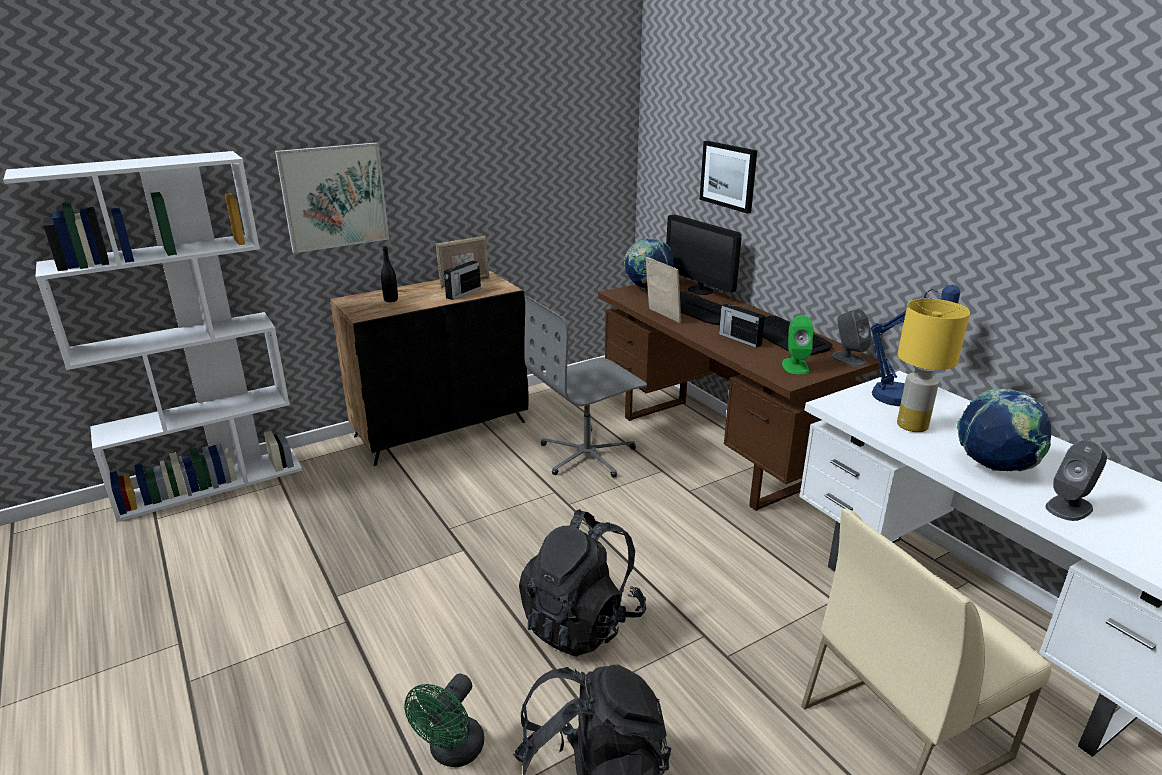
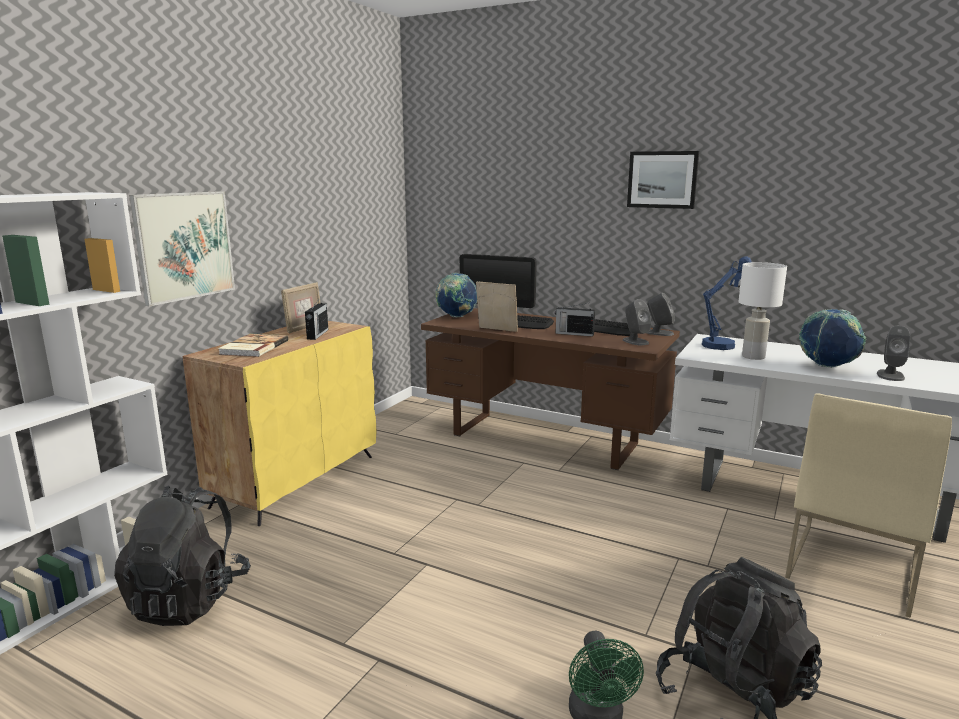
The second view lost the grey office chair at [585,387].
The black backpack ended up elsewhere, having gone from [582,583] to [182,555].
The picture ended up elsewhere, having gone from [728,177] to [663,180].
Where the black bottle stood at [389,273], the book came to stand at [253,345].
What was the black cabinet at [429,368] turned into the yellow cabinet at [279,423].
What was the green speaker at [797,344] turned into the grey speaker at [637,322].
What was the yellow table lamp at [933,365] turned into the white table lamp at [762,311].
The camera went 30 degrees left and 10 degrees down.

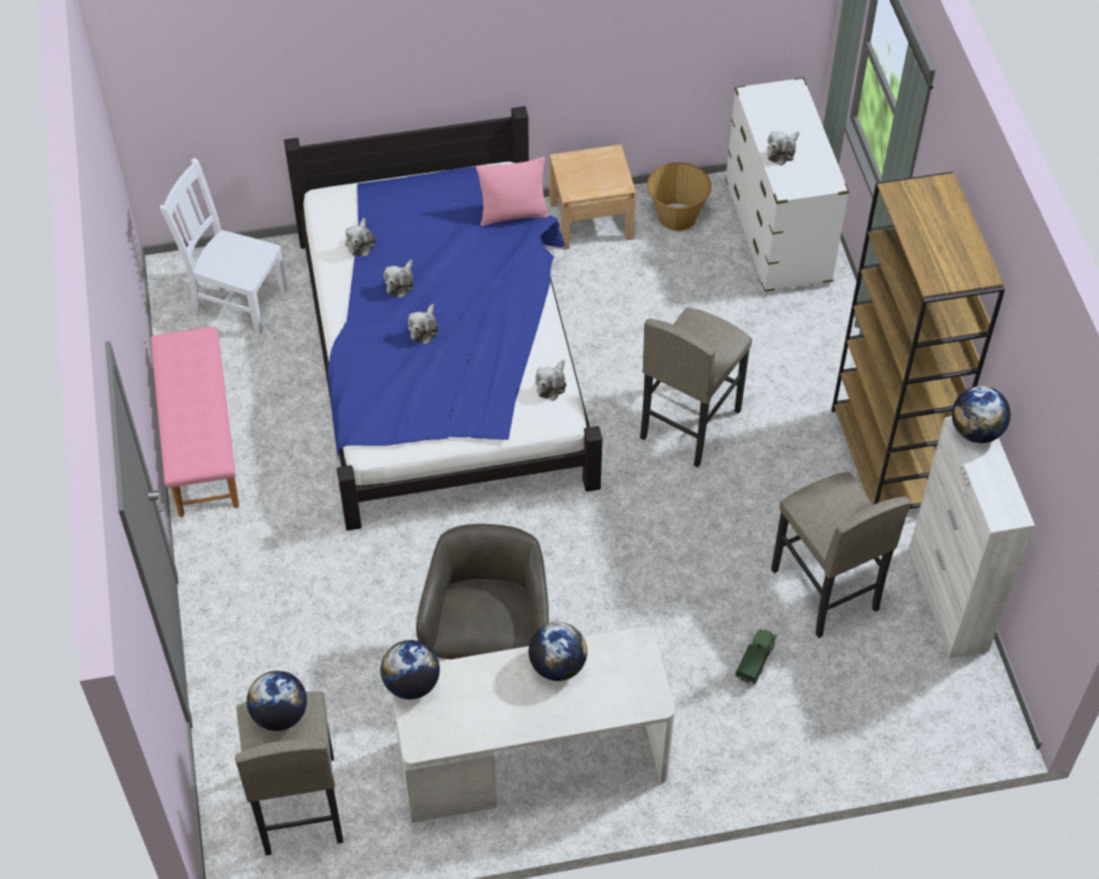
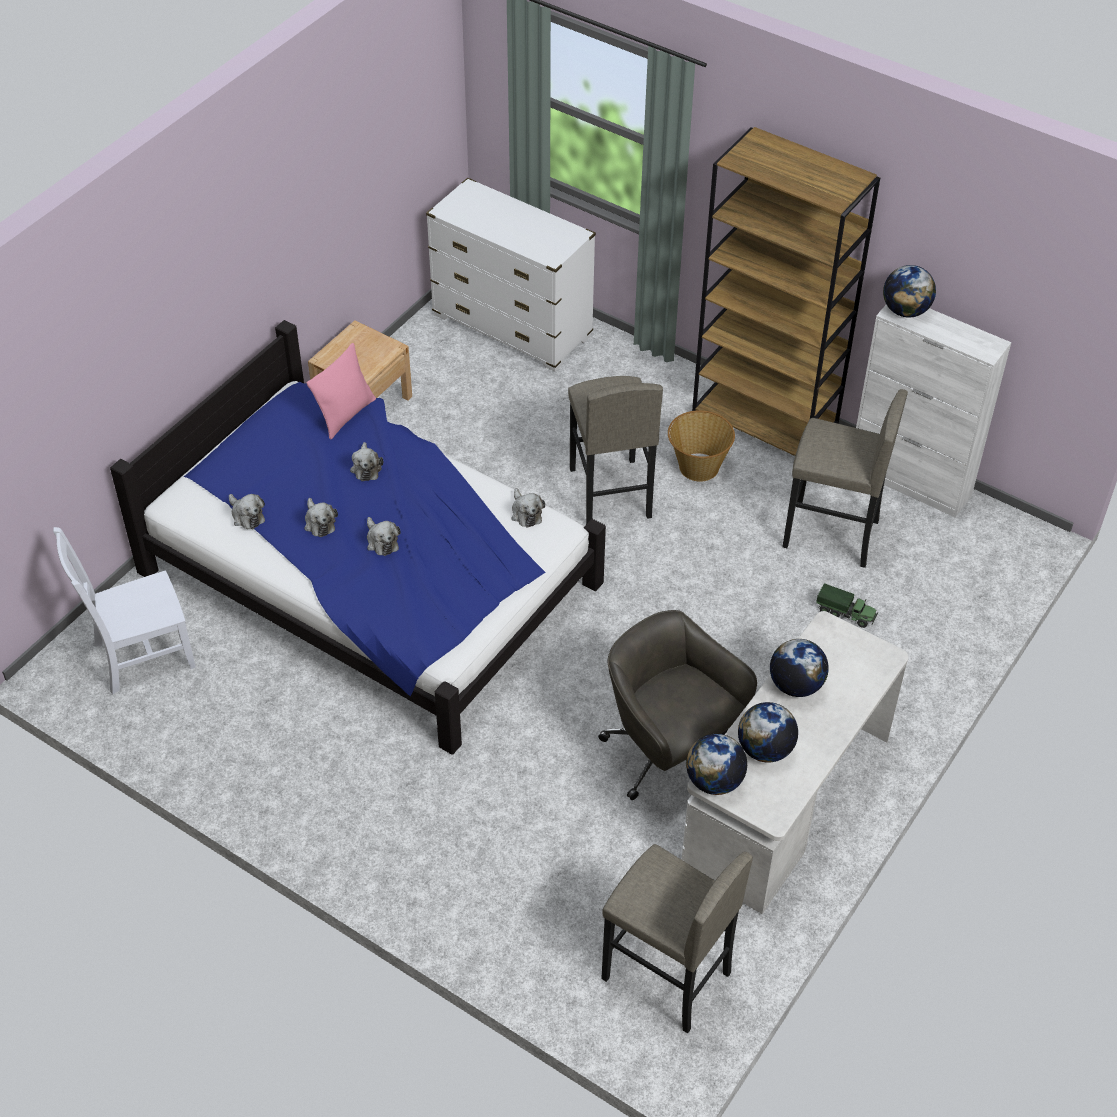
The second view lost the pink bench at [195,422].
The globe ended up elsewhere, having gone from [277,701] to [768,732].
The basket ended up elsewhere, having gone from [679,196] to [701,445].
The plush toy ended up elsewhere, having gone from [783,148] to [366,461].
The toy truck at [756,656] ended up facing another way, 135 degrees clockwise from before.
The camera went 45 degrees left and 5 degrees down.

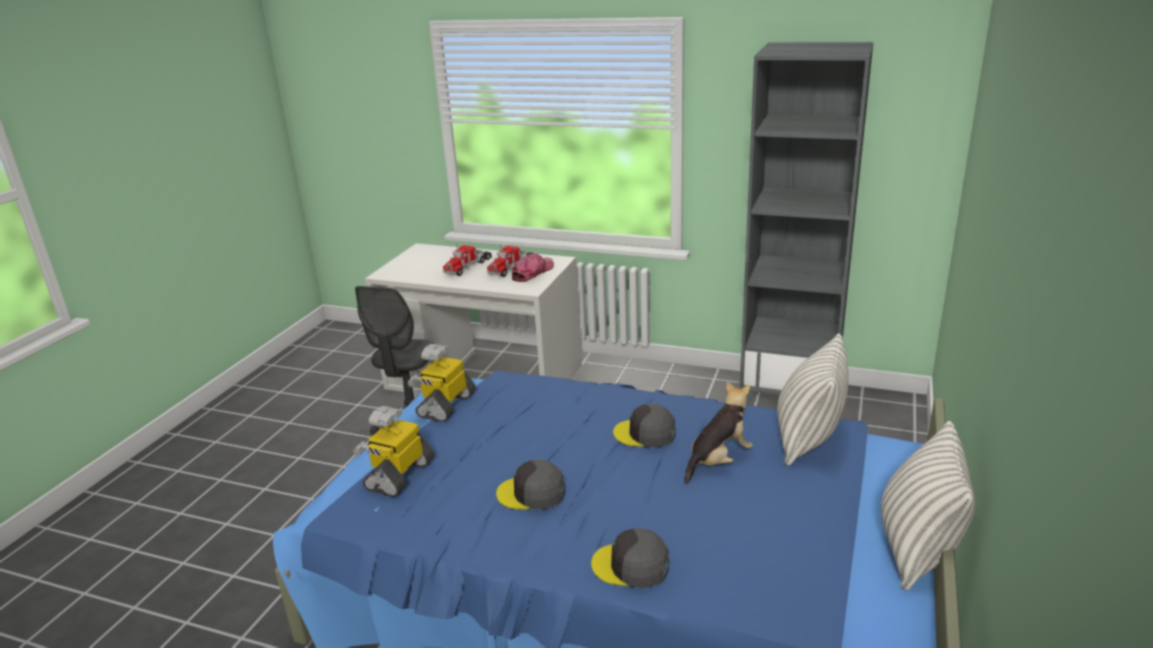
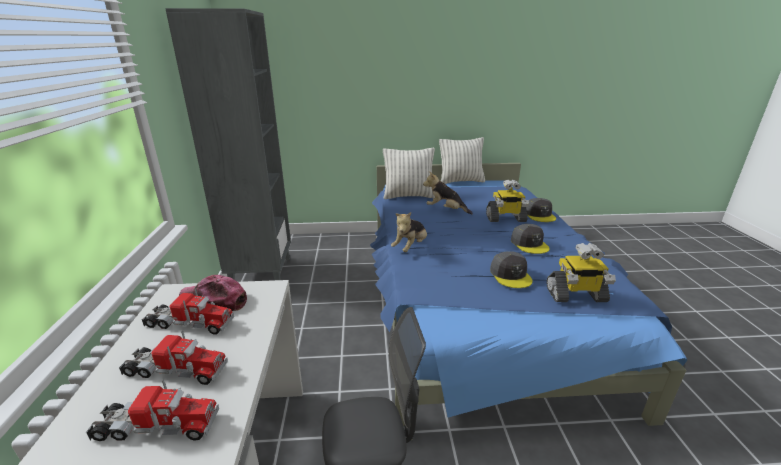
The second view gained the toy truck at [152,410].
The second view gained the plush toy at [409,232].
The toy robot ended up elsewhere, having gone from [442,383] to [507,200].
The grey cap ended up elsewhere, having gone from [644,425] to [511,269].
The camera went 115 degrees left and 0 degrees up.

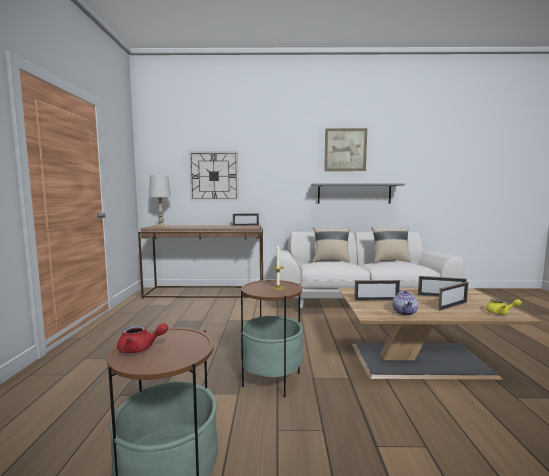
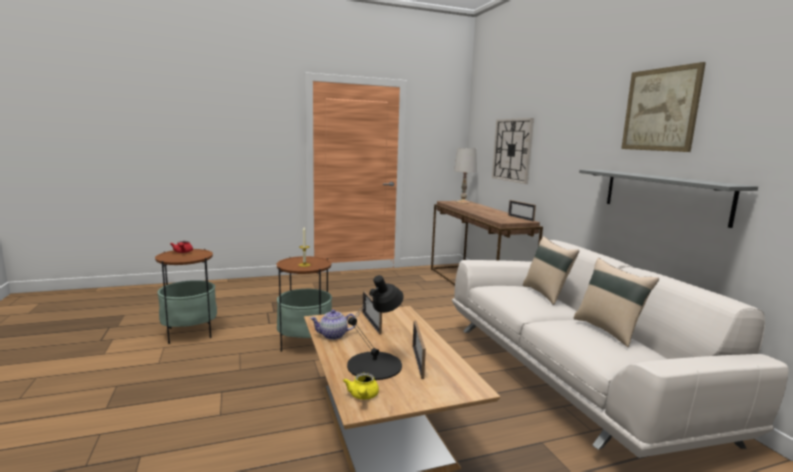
Where the picture frame stood at [453,296], the black table lamp came to stand at [375,327].
The camera went 70 degrees right and 5 degrees up.

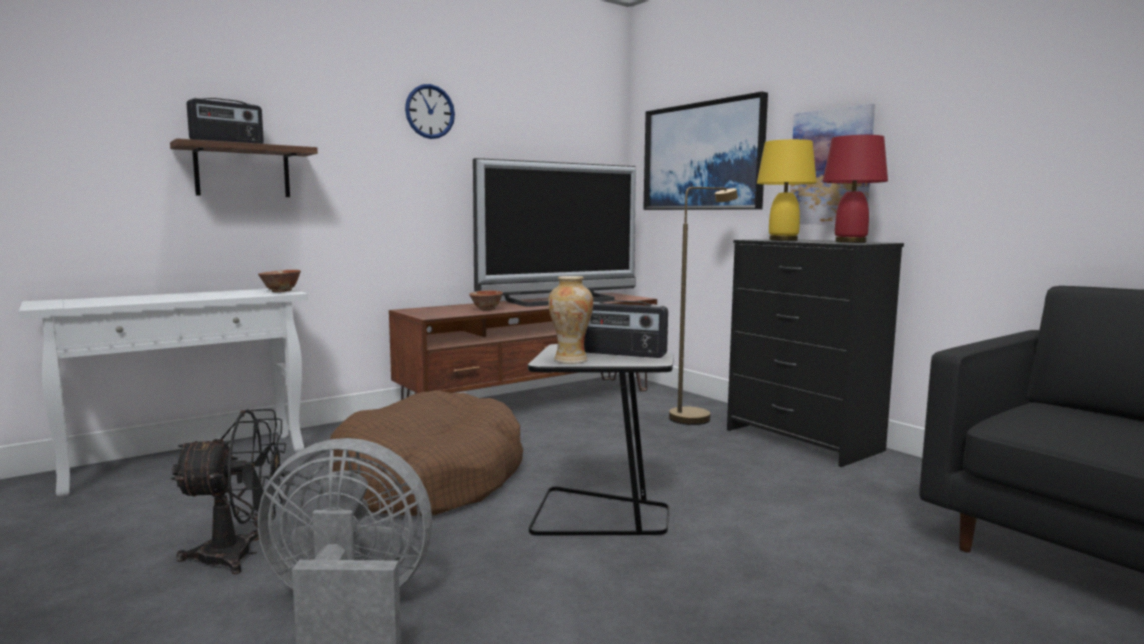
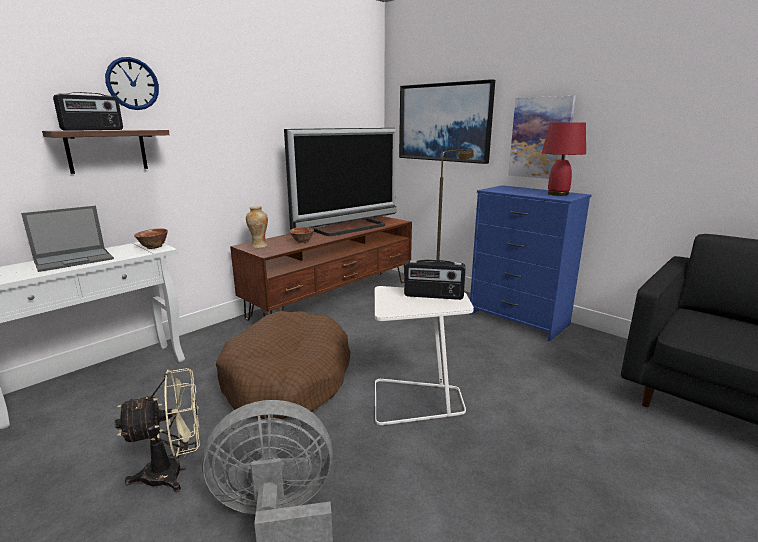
The second view lost the yellow table lamp at [787,190].
The second view gained the laptop at [67,239].
The wall clock ended up elsewhere, having gone from [430,111] to [132,83].
The vase ended up elsewhere, having gone from [570,320] to [257,227].
What was the black fan at [228,491] turned into the beige fan at [157,430].
What was the black side table at [601,440] turned into the white side table at [424,355].
What was the black dresser at [815,353] turned into the blue dresser at [530,263].
The camera went 10 degrees left and 10 degrees up.

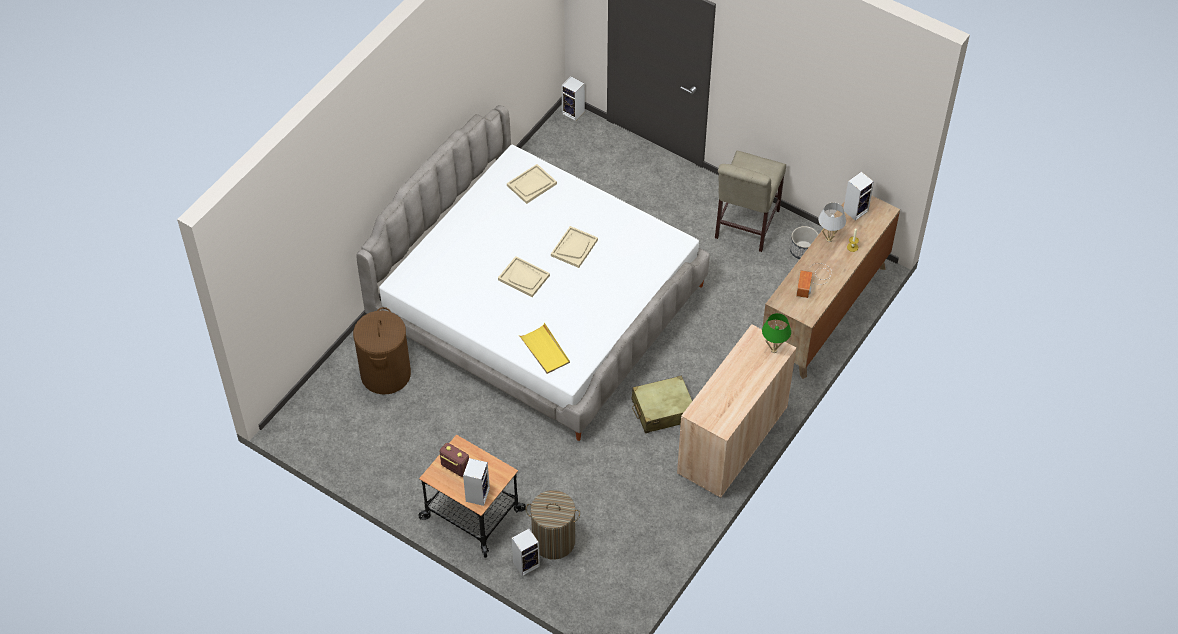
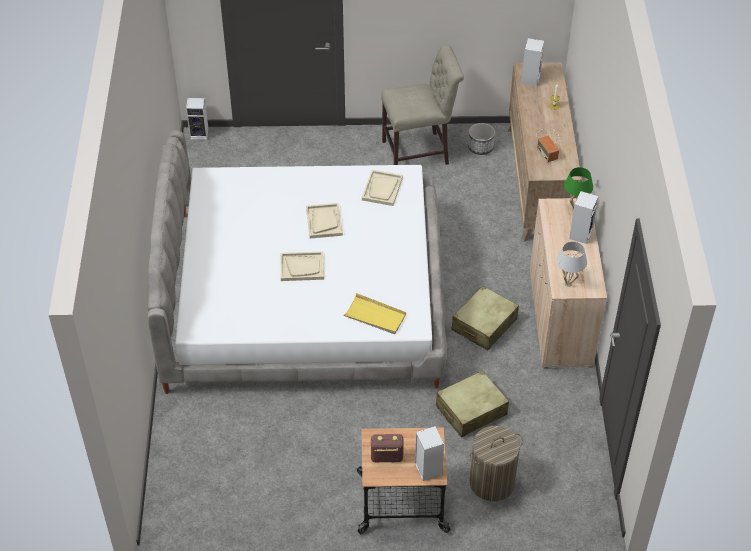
The second view lost the brown laundry basket at [382,350].
The second view gained the beige suitcase at [472,404].
The beige tray ended up elsewhere, having gone from [532,184] to [382,188].
The speaker ended up elsewhere, having gone from [526,552] to [584,217].
The white table lamp ended up elsewhere, having gone from [832,222] to [571,264].
The beige chair at [750,201] ended up facing another way, 90 degrees counterclockwise from before.
The camera went 35 degrees left and 5 degrees down.

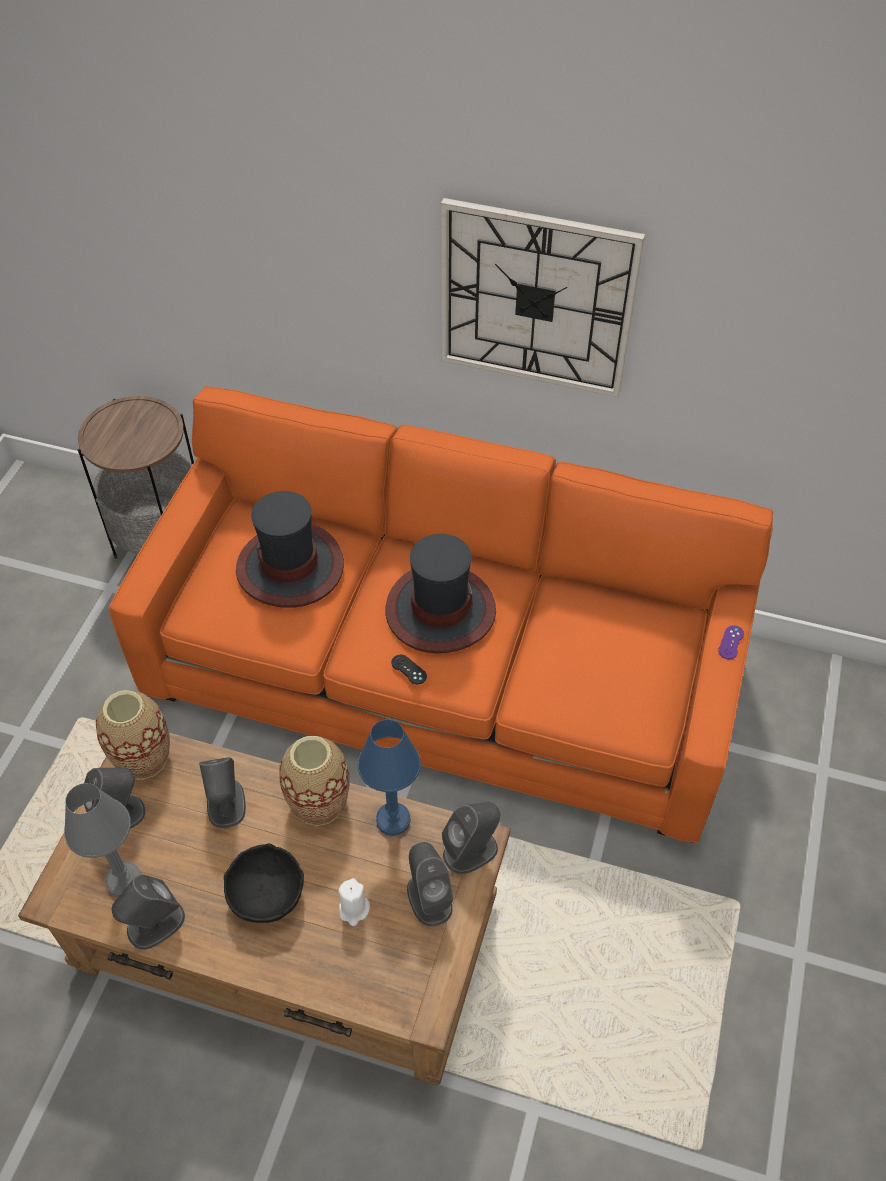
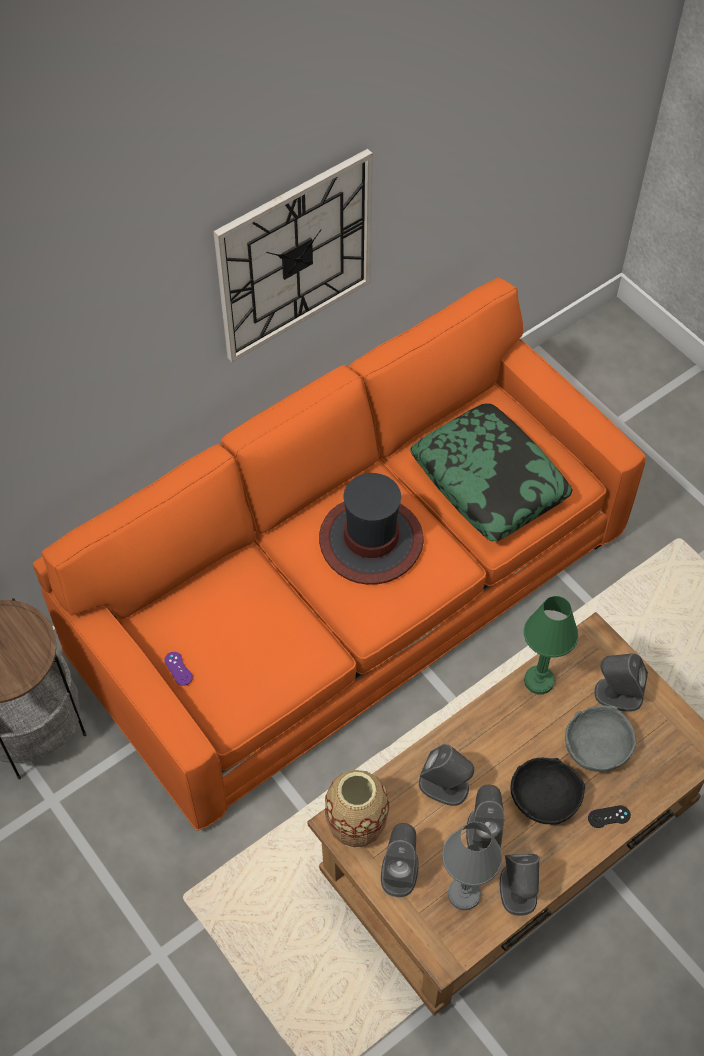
The second view lost the hat at [290,549].
The second view lost the vase at [314,781].
The second view gained the pillow at [491,472].
The black game controller ended up elsewhere, having gone from [409,669] to [609,816].
The grey speaker ended up elsewhere, having gone from [471,838] to [485,818].
The purple game controller ended up elsewhere, having gone from [731,642] to [178,669].
Where the white candle stood at [354,902], the grey bowl came to stand at [601,738].
What was the blue table lamp at [389,777] turned into the green table lamp at [551,645].
The camera went 55 degrees left and 5 degrees up.

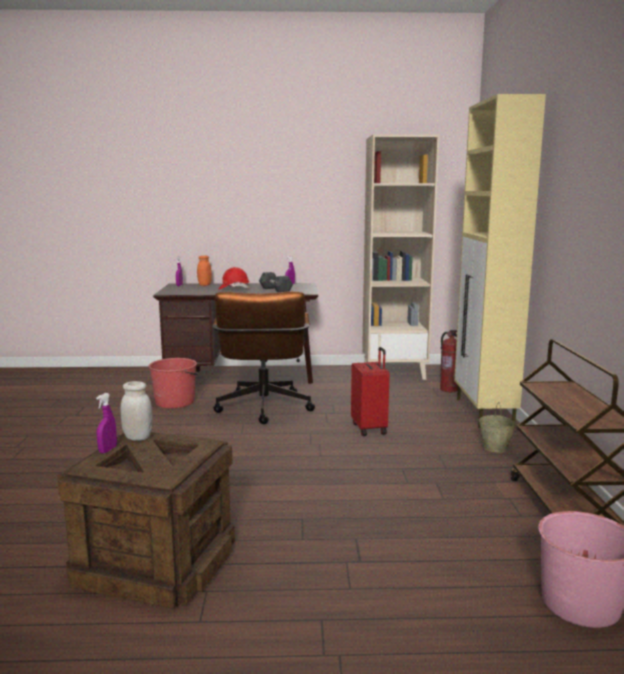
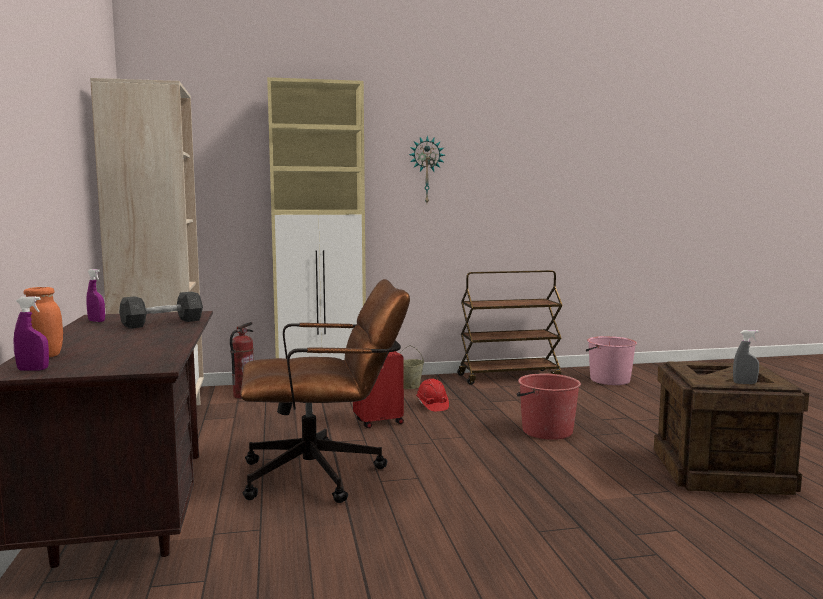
The second view lost the white jar at [137,411].
The second view gained the wall clock at [427,169].
The red bucket ended up elsewhere, having gone from [173,383] to [549,407].
The red hard hat ended up elsewhere, having gone from [234,278] to [432,395].
What was the purple spray bottle at [106,423] turned into the grey spray bottle at [746,357].
The camera went 100 degrees left and 5 degrees down.

